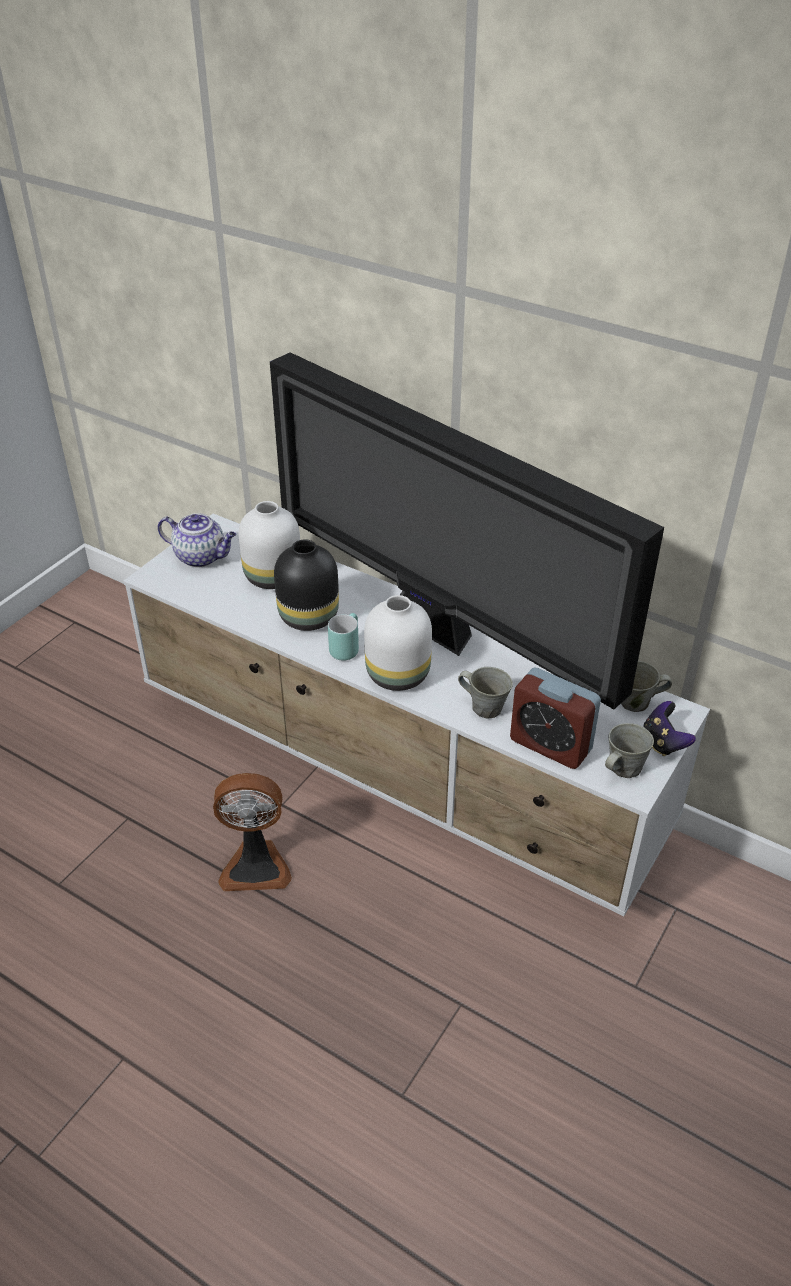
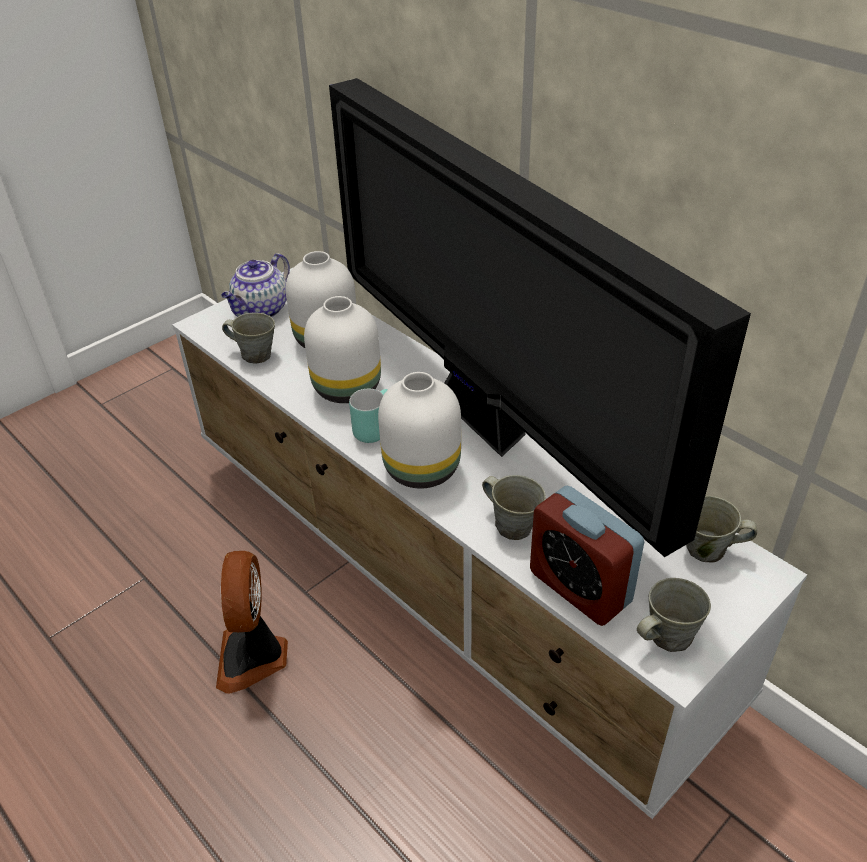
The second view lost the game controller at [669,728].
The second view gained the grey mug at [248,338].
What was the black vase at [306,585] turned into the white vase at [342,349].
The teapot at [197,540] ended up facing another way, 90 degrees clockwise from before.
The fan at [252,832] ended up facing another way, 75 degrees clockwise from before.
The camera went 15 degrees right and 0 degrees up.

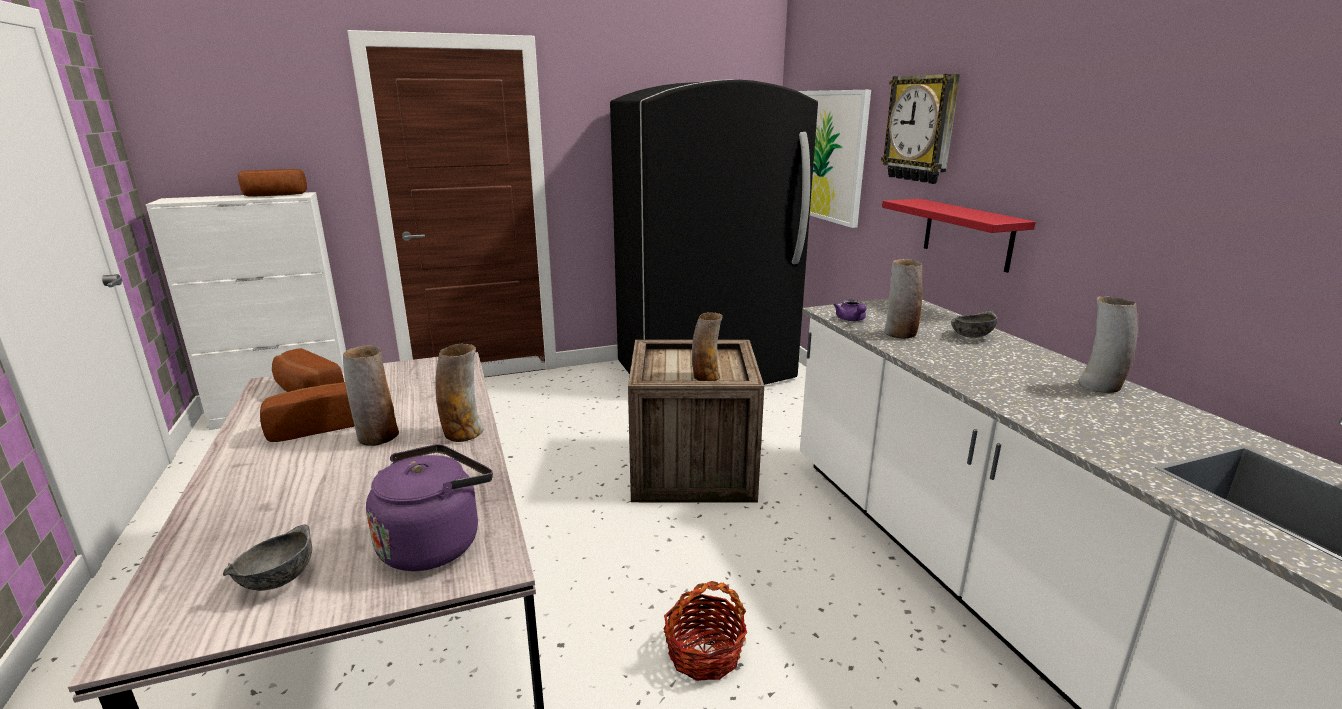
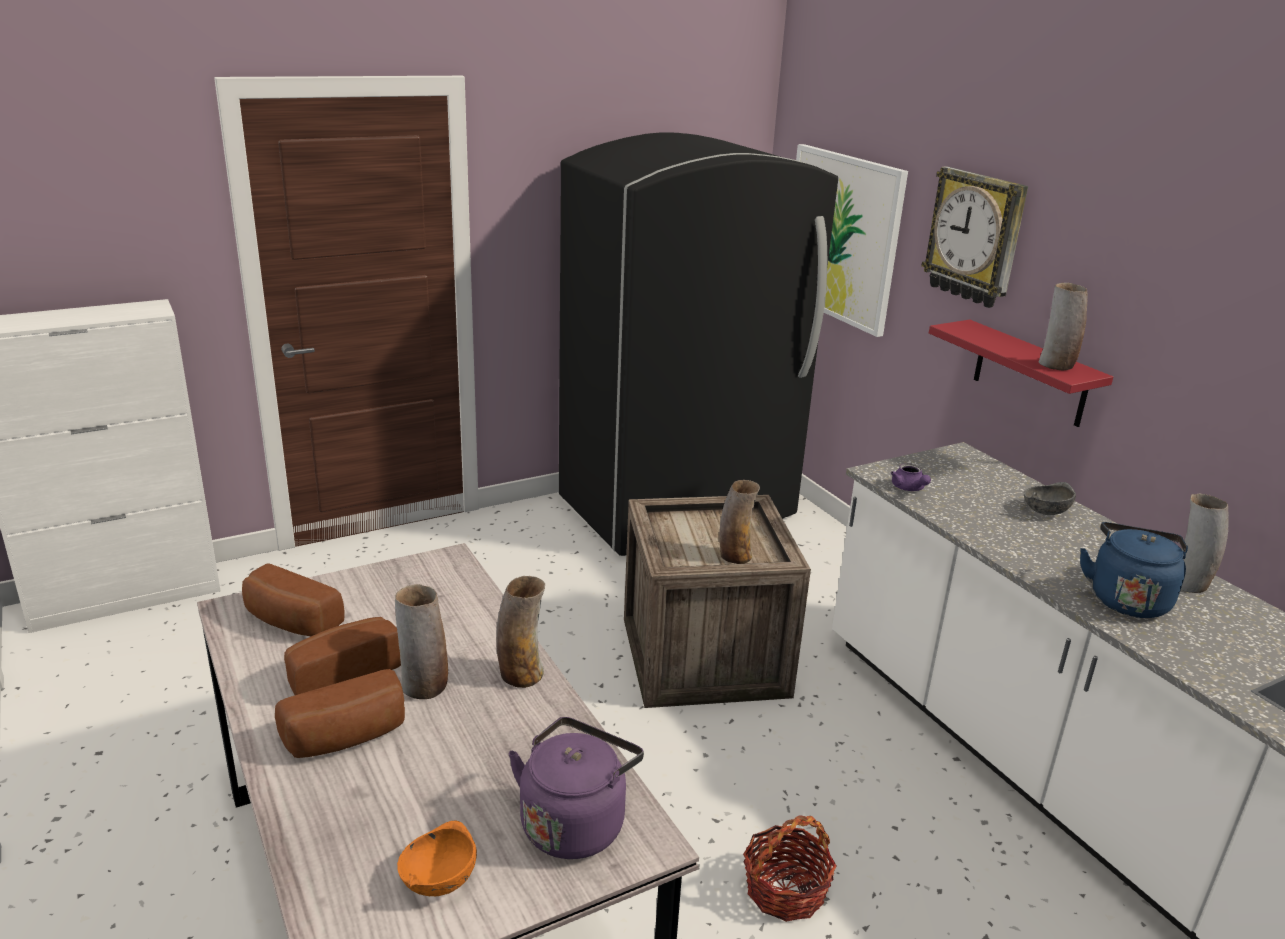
The second view gained the blue kettle at [1134,570].
The bread ended up elsewhere, having gone from [272,183] to [340,713].
The vase ended up elsewhere, having gone from [903,299] to [1063,326].
What was the grey bowl at [267,557] turned into the orange bowl at [437,858].
The camera went 10 degrees left and 5 degrees up.

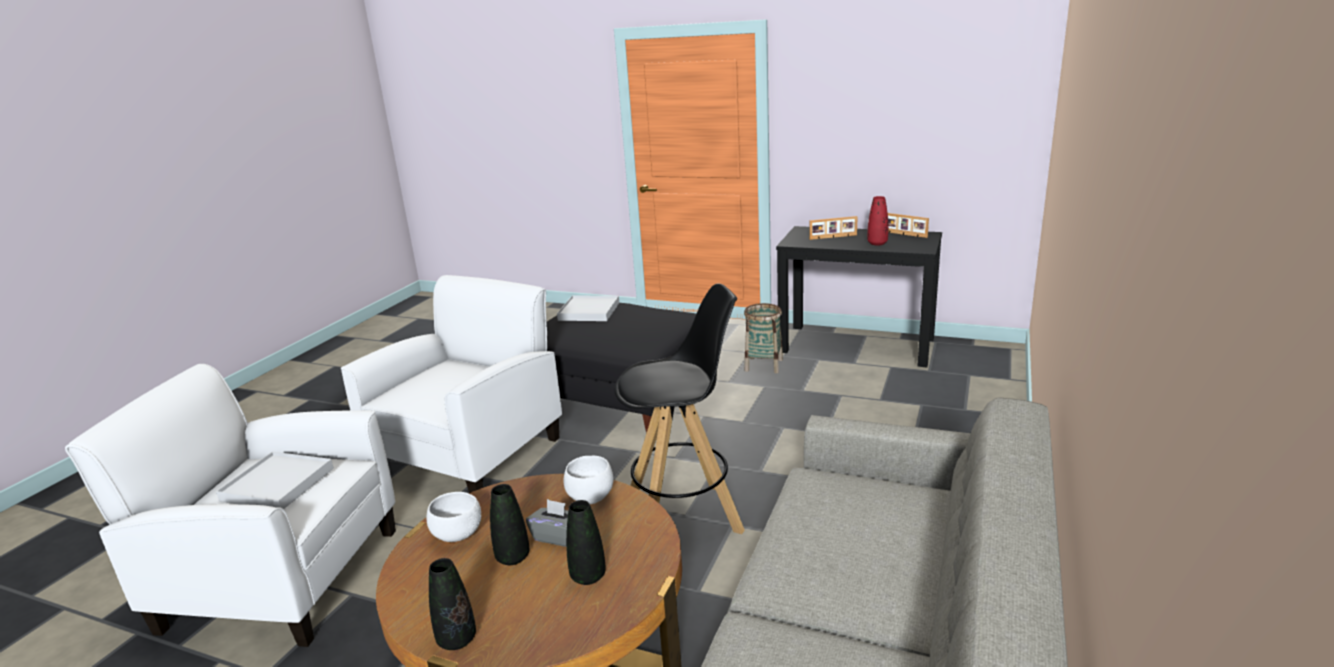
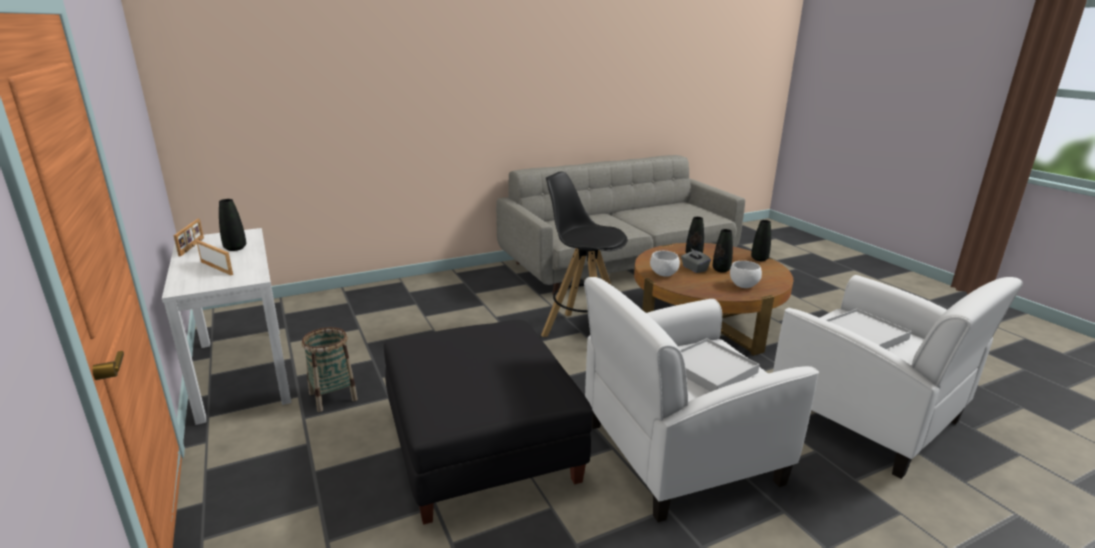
The white tray ended up elsewhere, having gone from [588,308] to [720,365].
What was the black console table at [859,296] turned into the white console table at [226,326].
What was the red vase at [877,221] turned into the black vase at [232,225].
The camera went 140 degrees left and 0 degrees up.

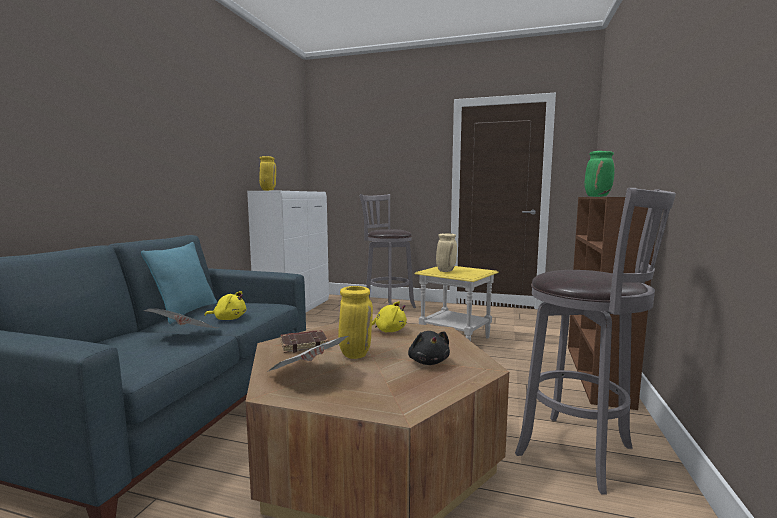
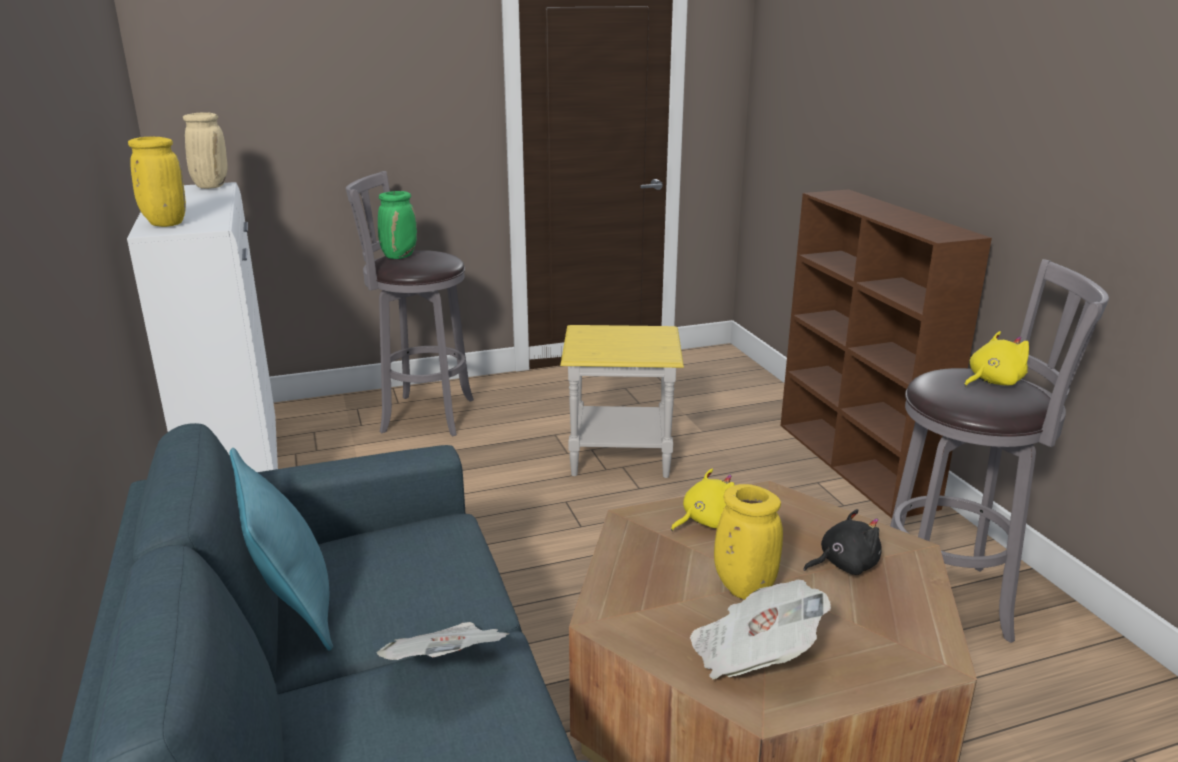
The second view lost the brown book at [304,341].
The yellow plush toy ended up elsewhere, having gone from [225,305] to [996,359].
The beige vase ended up elsewhere, having gone from [446,252] to [205,150].
The green vase ended up elsewhere, having gone from [599,174] to [397,225].
The black plush toy at [429,348] ended up facing another way, 60 degrees counterclockwise from before.
The camera went 35 degrees left and 15 degrees up.

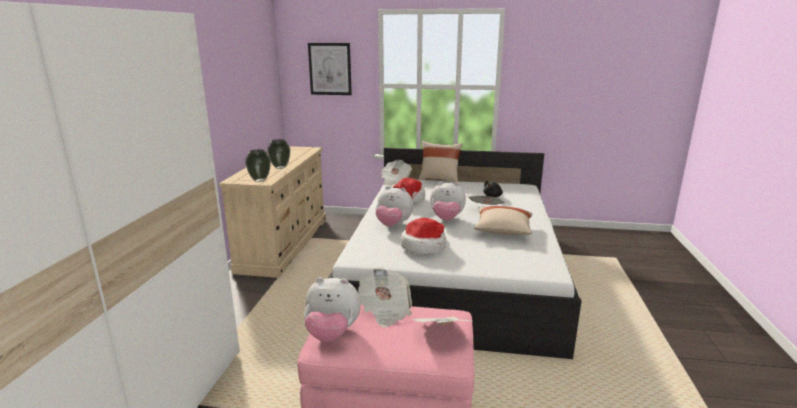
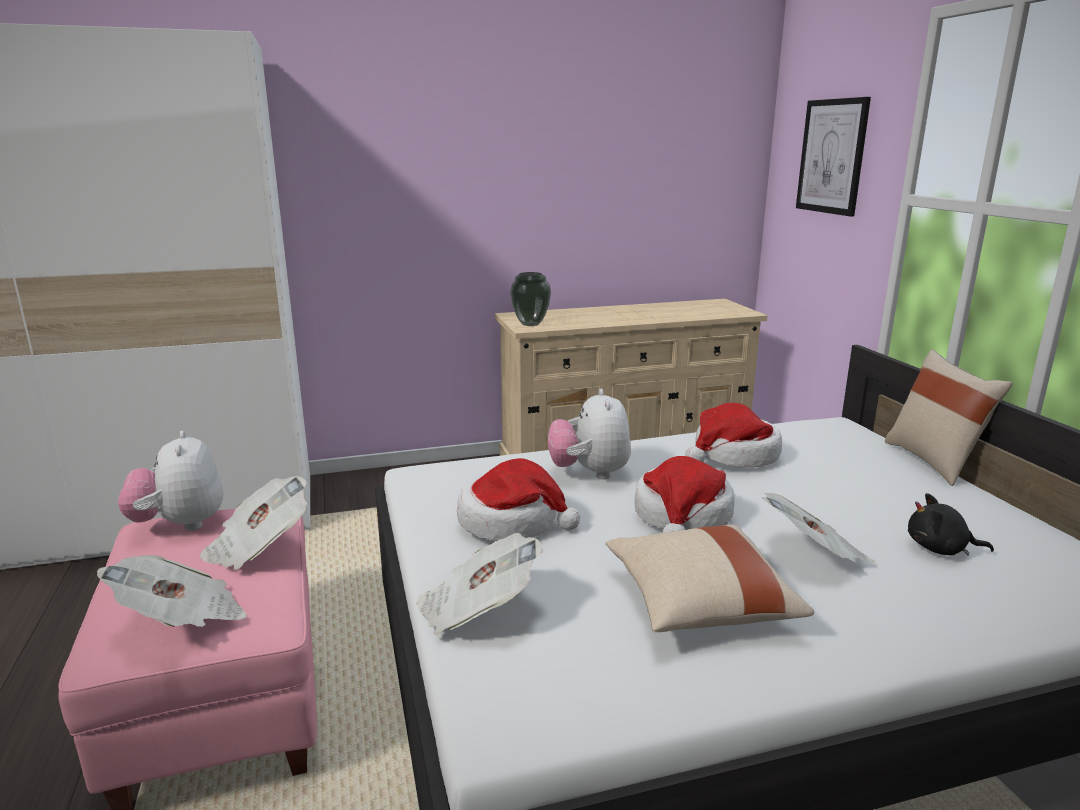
The second view lost the vase at [278,154].
The newspaper ended up elsewhere, having gone from [396,173] to [479,584].
Where the plush toy stood at [448,201], the hat came to stand at [685,494].
The camera went 65 degrees right and 0 degrees up.

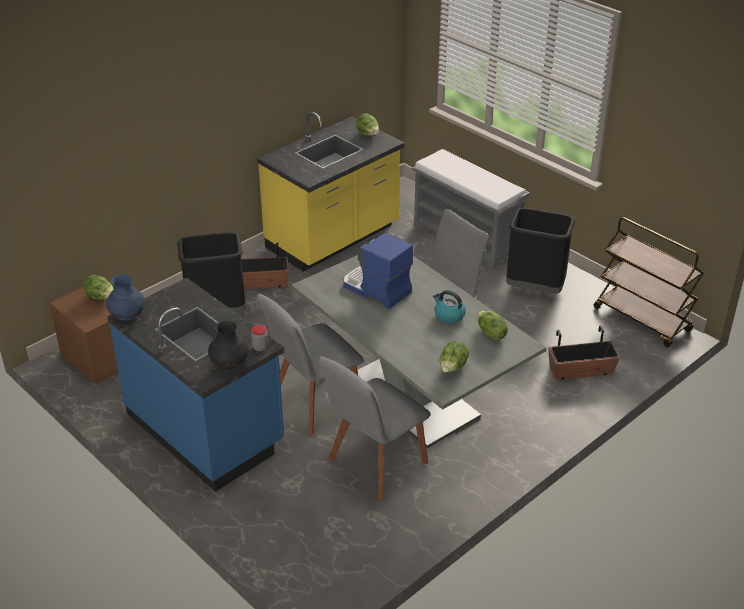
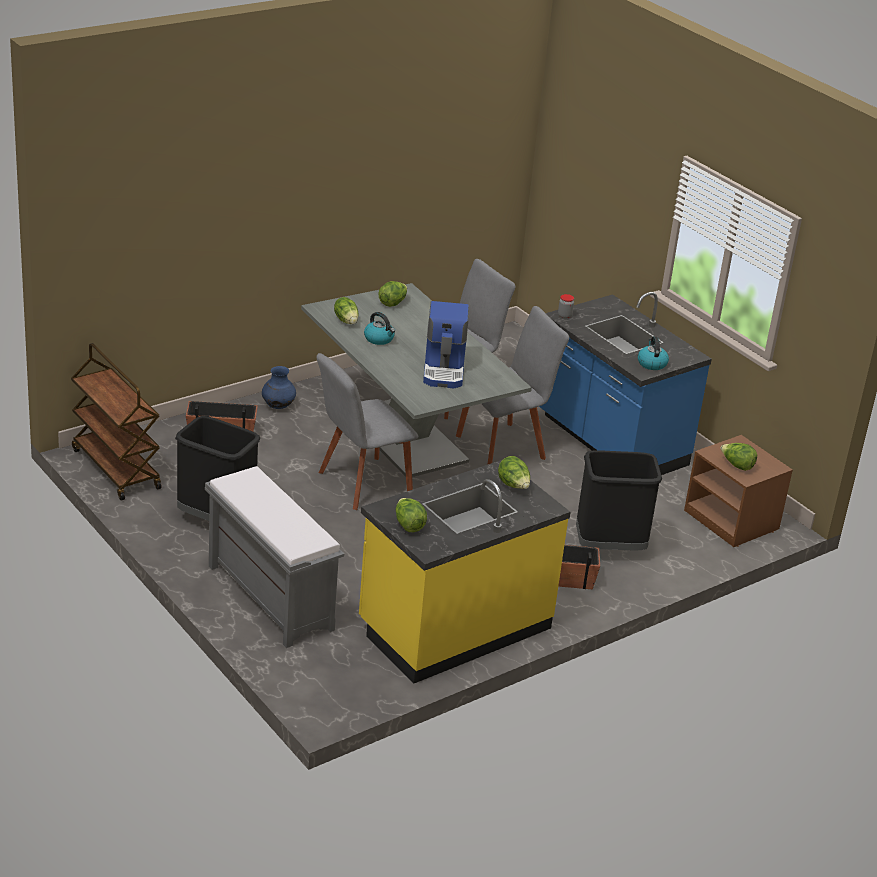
The second view lost the black vase at [228,345].
The second view gained the lettuce at [514,472].
The second view gained the kettle at [653,353].
The blue vase ended up elsewhere, having gone from [125,297] to [279,387].
The coffee machine at [378,271] ended up facing another way, 45 degrees clockwise from before.
The camera went 175 degrees left and 5 degrees down.

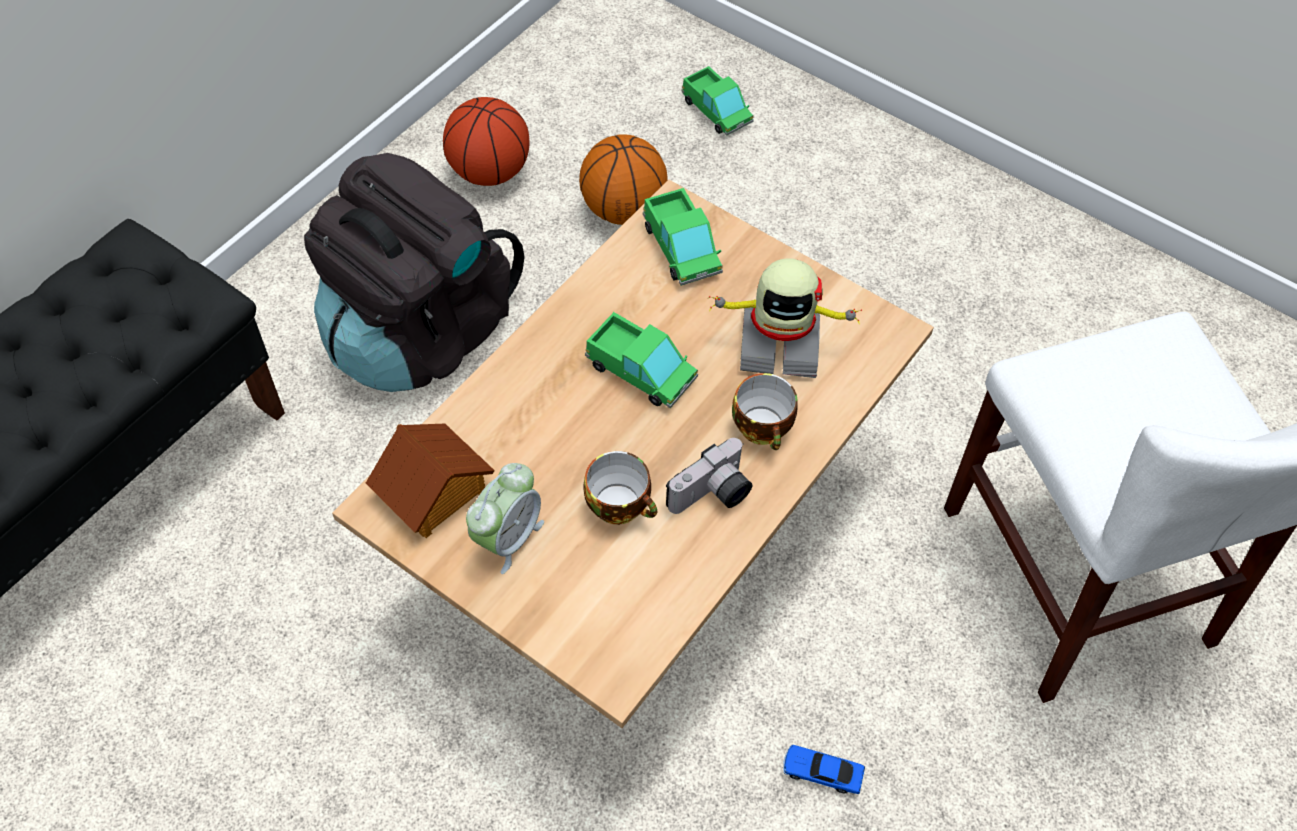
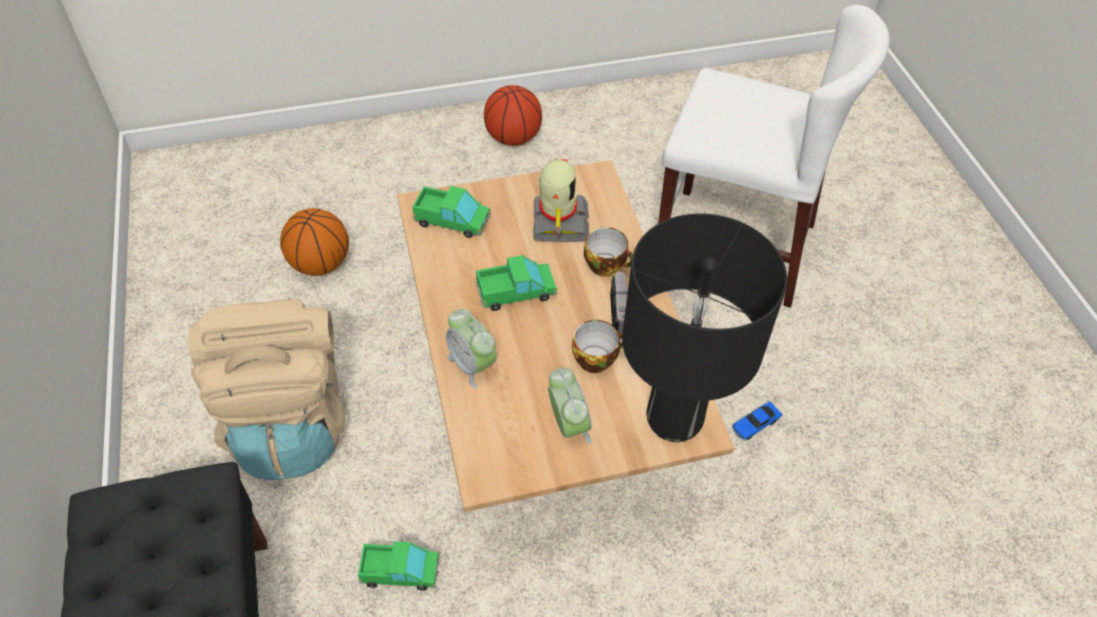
The second view lost the toy house at [430,481].
The second view gained the alarm clock at [471,349].
The second view gained the black table lamp at [704,327].
The basketball ended up elsewhere, having gone from [486,141] to [513,115].
The toy truck ended up elsewhere, having gone from [717,101] to [398,566].
What was the black backpack at [414,272] turned into the beige backpack at [267,389].
The toy robot at [786,318] ended up facing another way, 45 degrees counterclockwise from before.
The camera went 50 degrees left and 5 degrees down.

